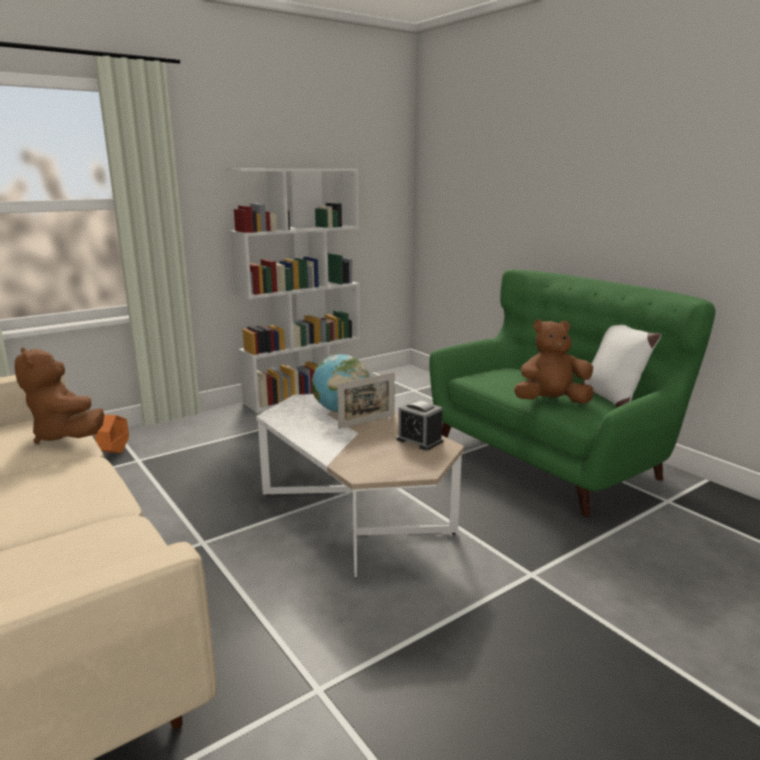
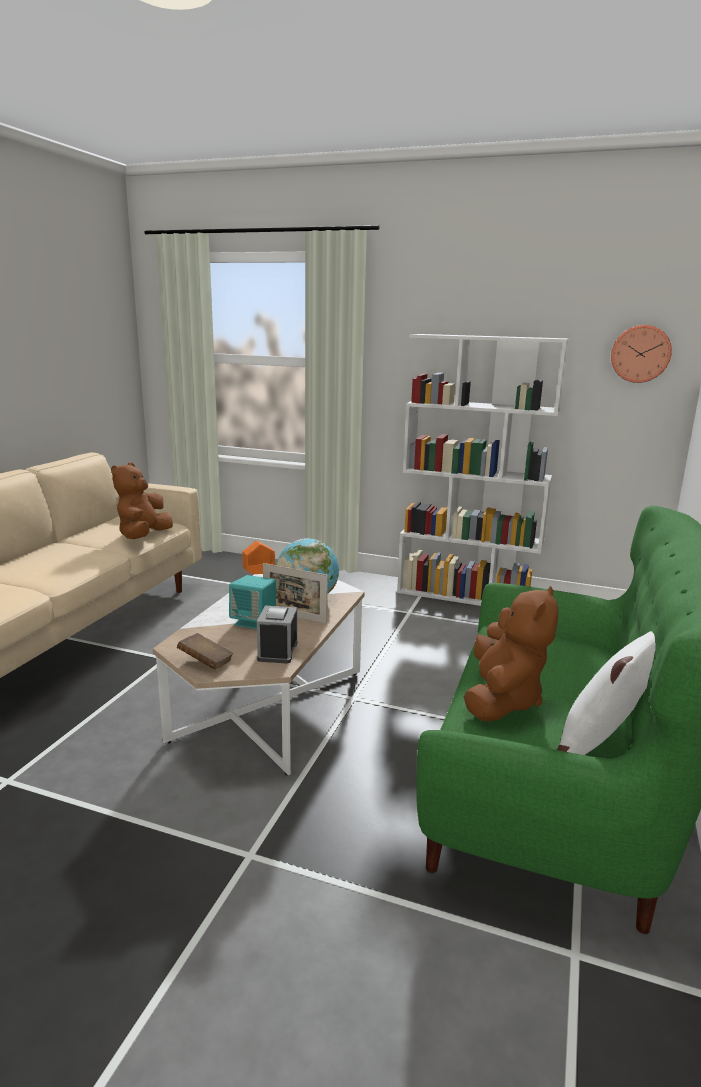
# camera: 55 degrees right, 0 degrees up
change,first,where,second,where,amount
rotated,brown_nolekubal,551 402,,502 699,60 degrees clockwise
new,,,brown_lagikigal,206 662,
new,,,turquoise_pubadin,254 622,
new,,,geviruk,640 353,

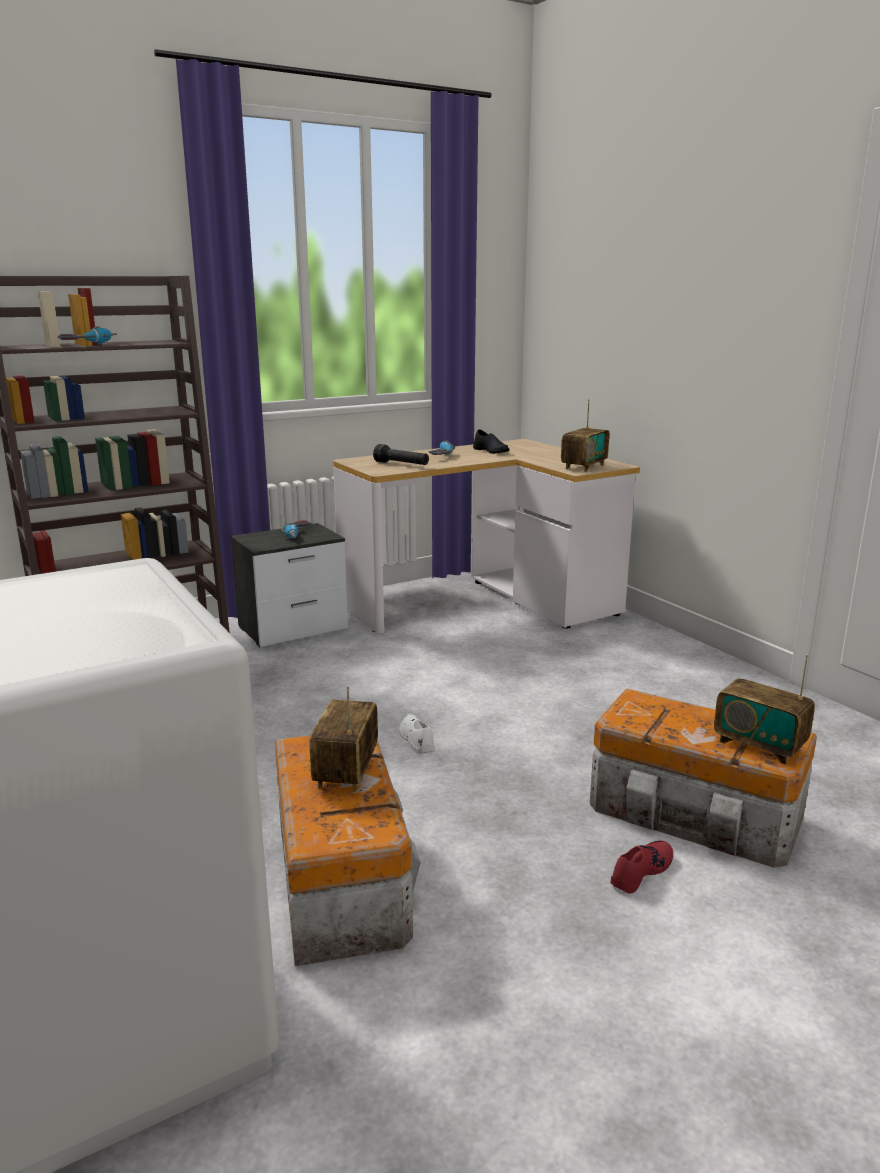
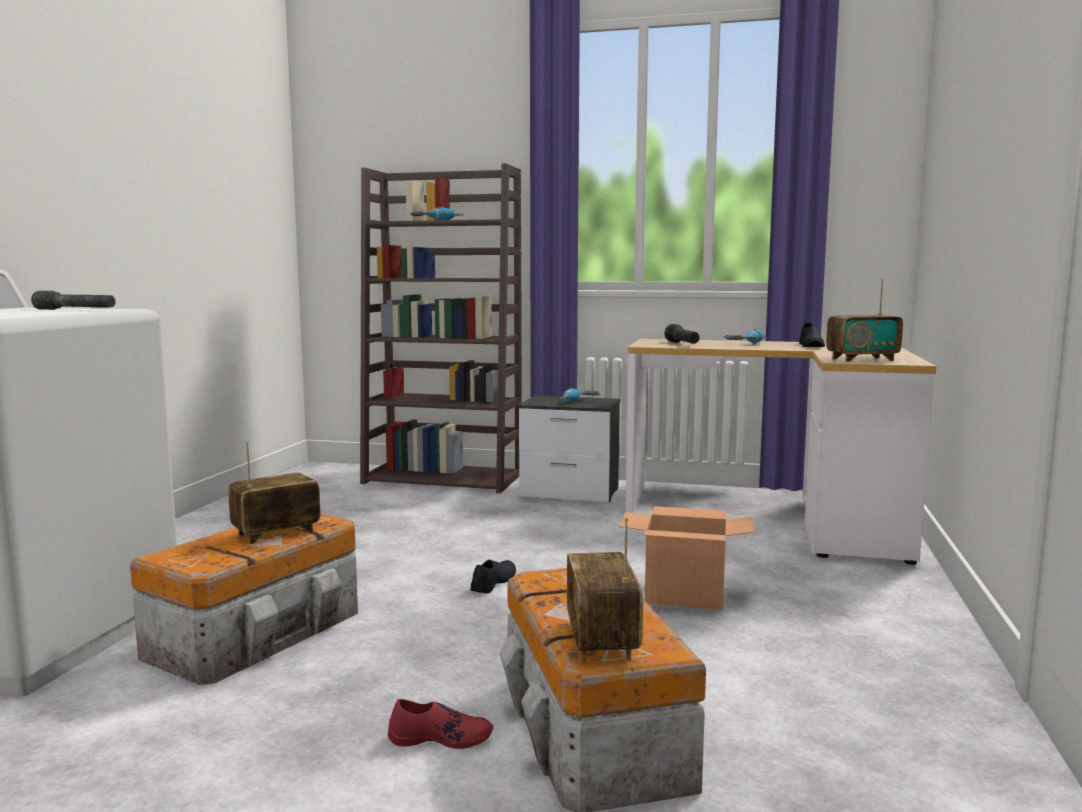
# camera: 45 degrees right, 10 degrees down
change,first,where,second,where,amount
repainted,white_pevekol,416 739,black_pevekol,493 582,
new,,,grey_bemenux,75 310,
new,,,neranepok,683 596,

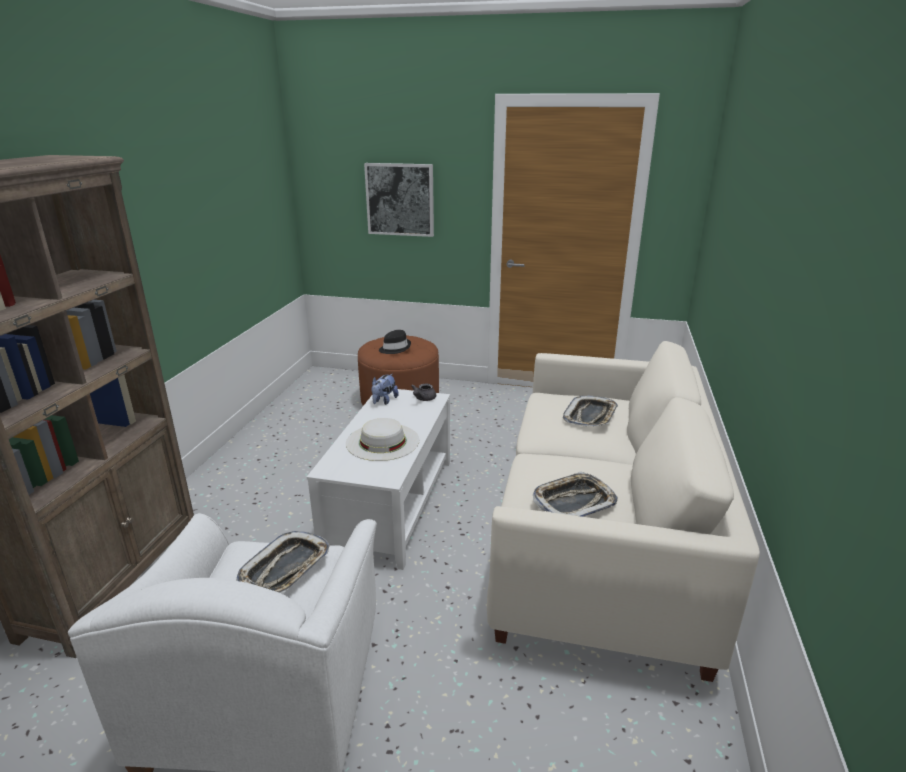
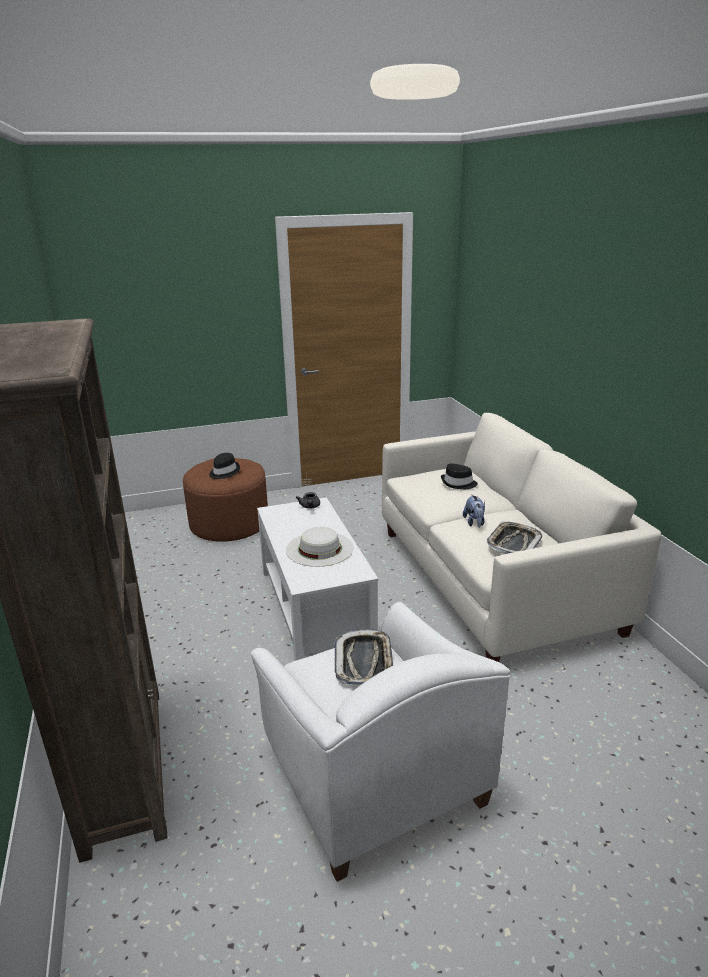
# camera: 30 degrees left, 0 degrees up
change,first,where,second,where,amount
gone,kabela,400 199,,,
shifted,nolekubal,384 401,,474 523,
swapped,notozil,590 416,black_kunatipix,458 483,

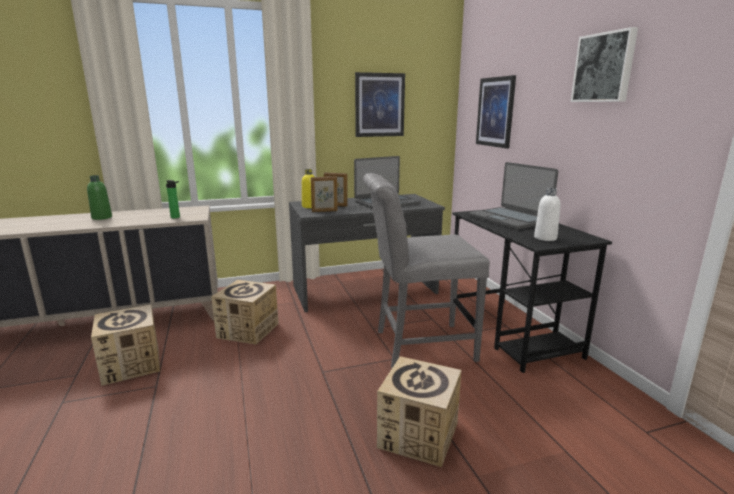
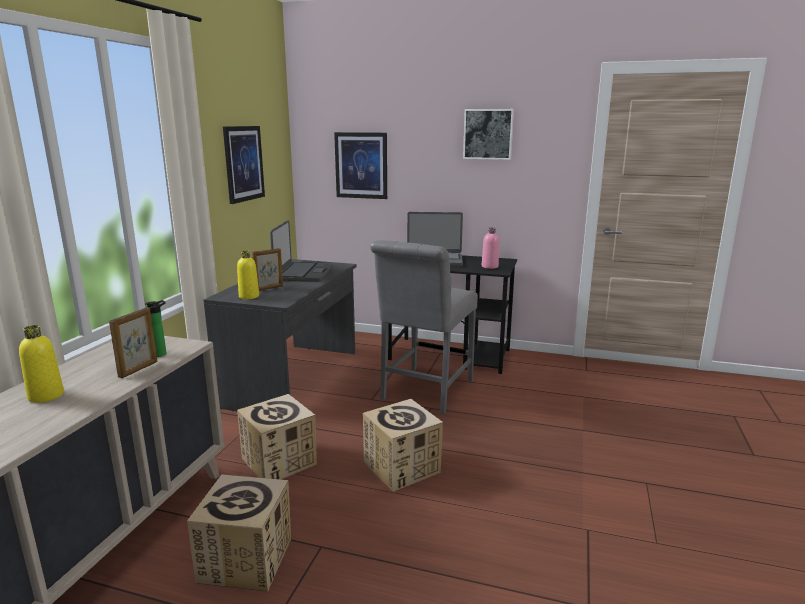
# camera: 55 degrees left, 0 degrees up
change,first,where,second,where,amount
repainted,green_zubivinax,102 217,yellow_zubivinax,46 396,
shifted,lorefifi,324 211,,139 369,
shifted,neranepok,418 435,,402 467,
repainted,white_zubivinax,545 238,pink_zubivinax,489 266,

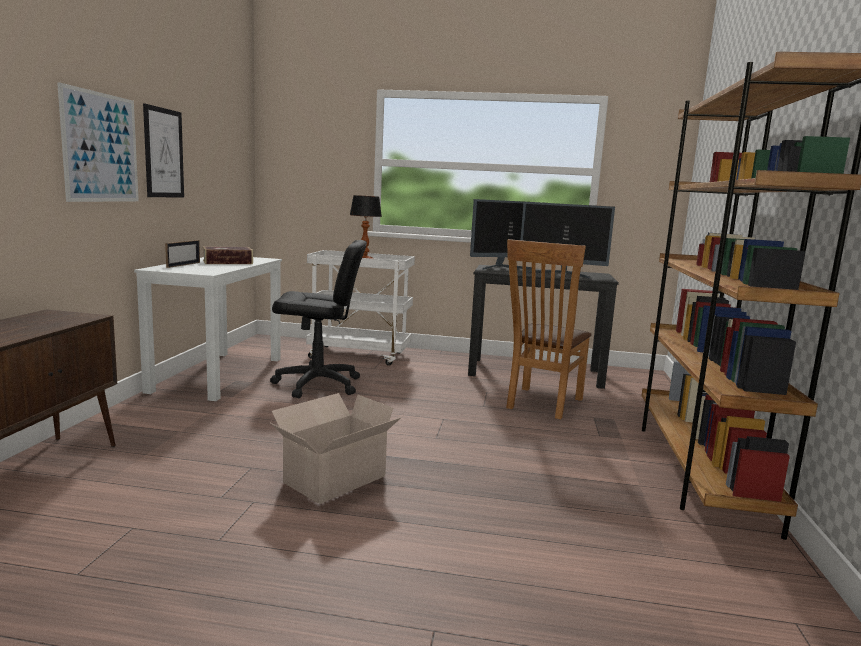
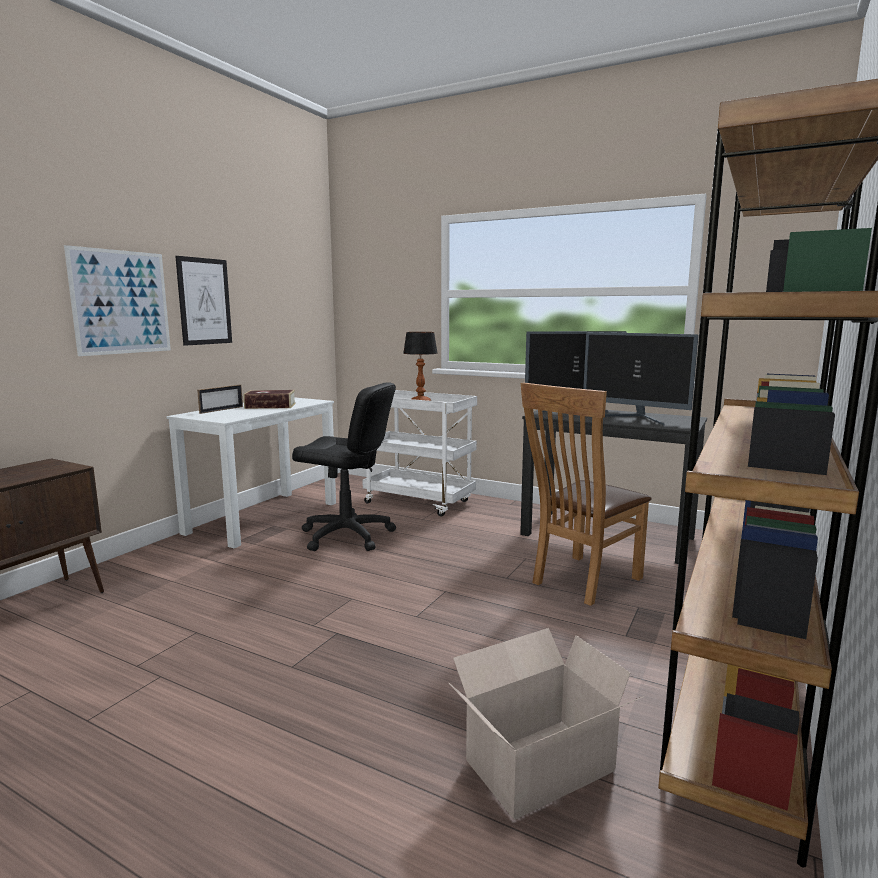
# camera: 20 degrees right, 0 degrees up
change,first,where,second,where,amount
shifted,neranepok,332 480,,535 766,

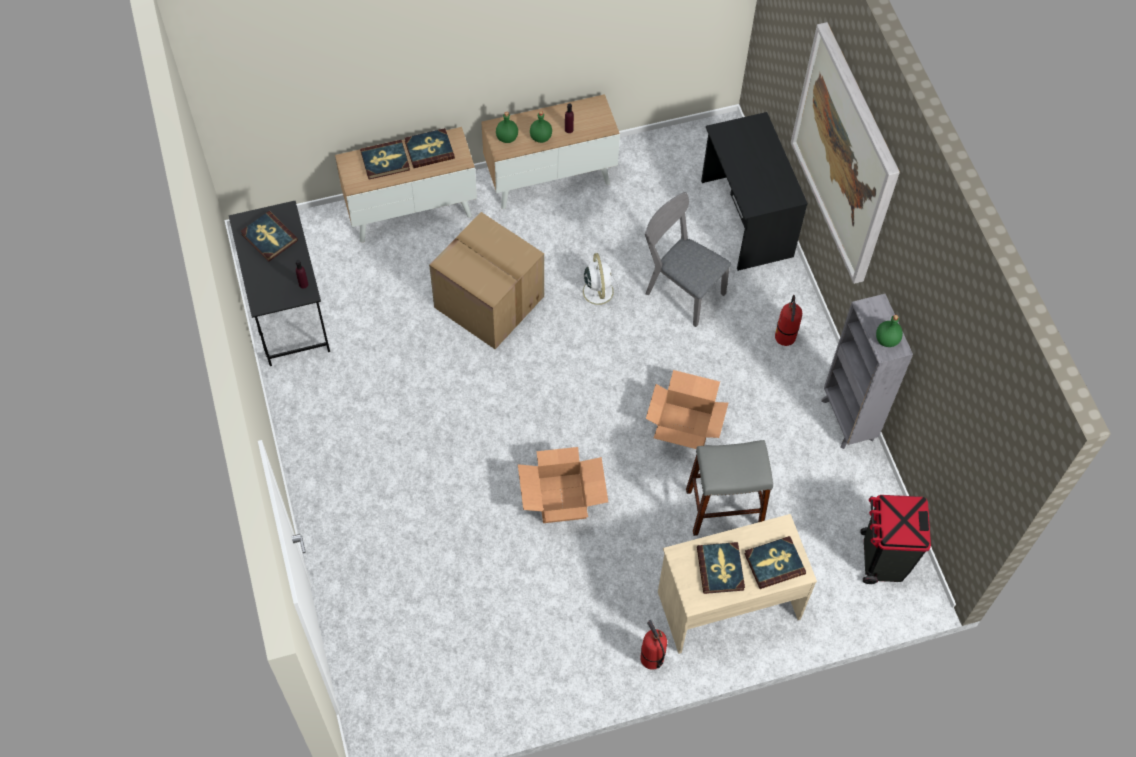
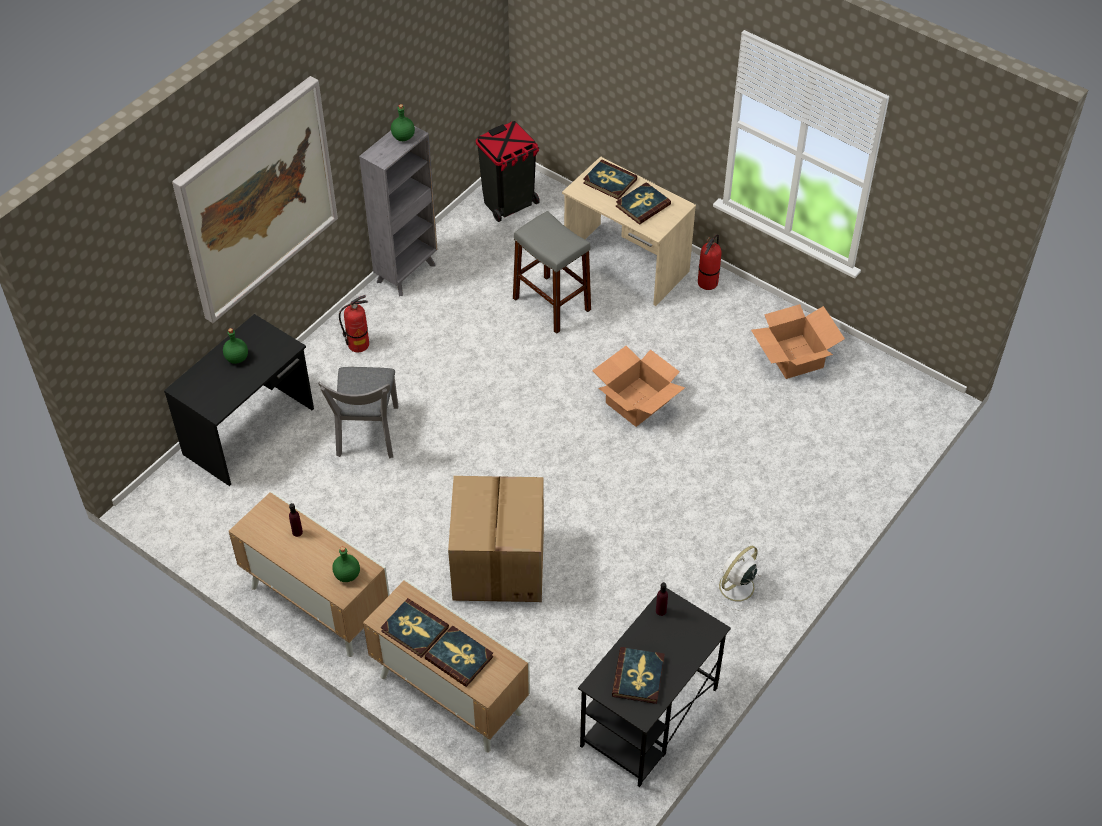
# camera: 125 degrees left, 10 degrees down
change,first,where,second,where,amount
shifted,green_zubivinax,541 137,,236 358,
shifted,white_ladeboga,597 290,,735 587,
shifted,neranepok,684 425,,793 357,

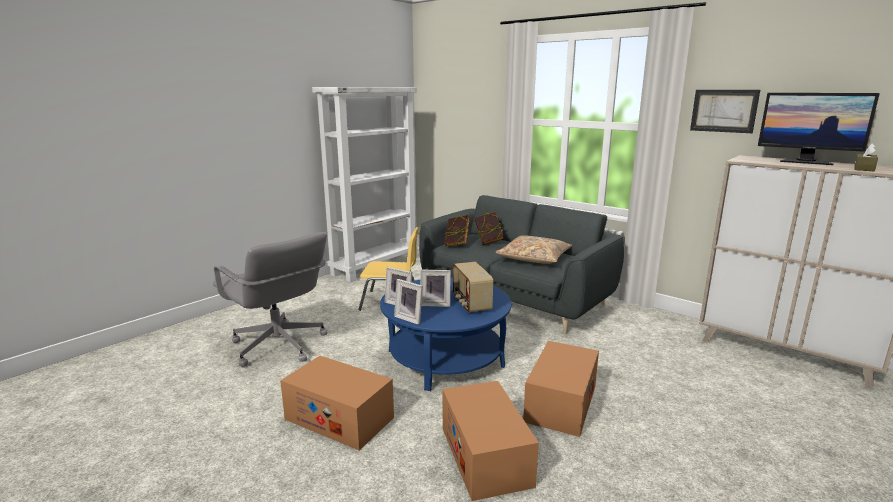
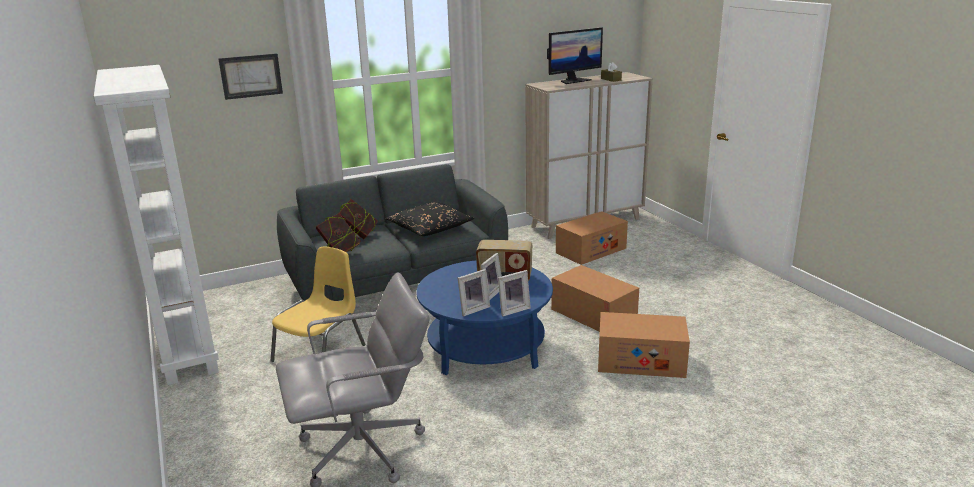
# camera: 65 degrees left, 5 degrees up
change,first,where,second,where,amount
shifted,neranepok,339 418,,591 250,
repainted,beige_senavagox,534 258,black_senavagox,430 228,
shifted,kabela,723 110,,251 76,

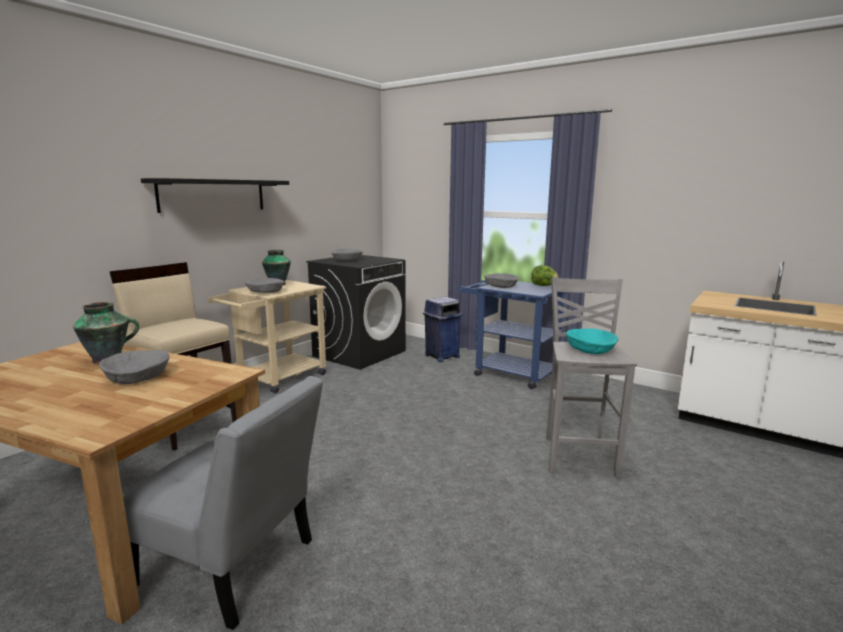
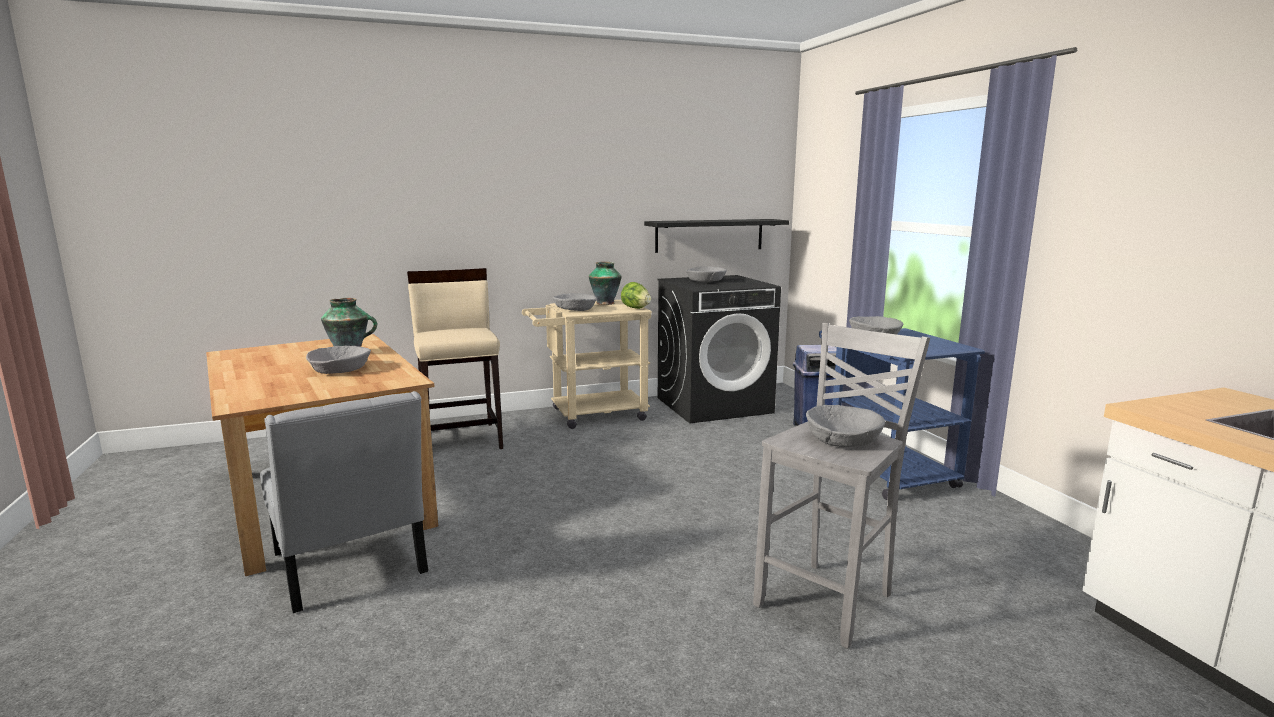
# camera: 35 degrees right, 0 degrees up
change,first,where,second,where,amount
shifted,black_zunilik,213 195,,709 235,
shifted,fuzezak,543 286,,635 308,
repainted,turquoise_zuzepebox,590 349,grey_zuzepebox,843 439,

